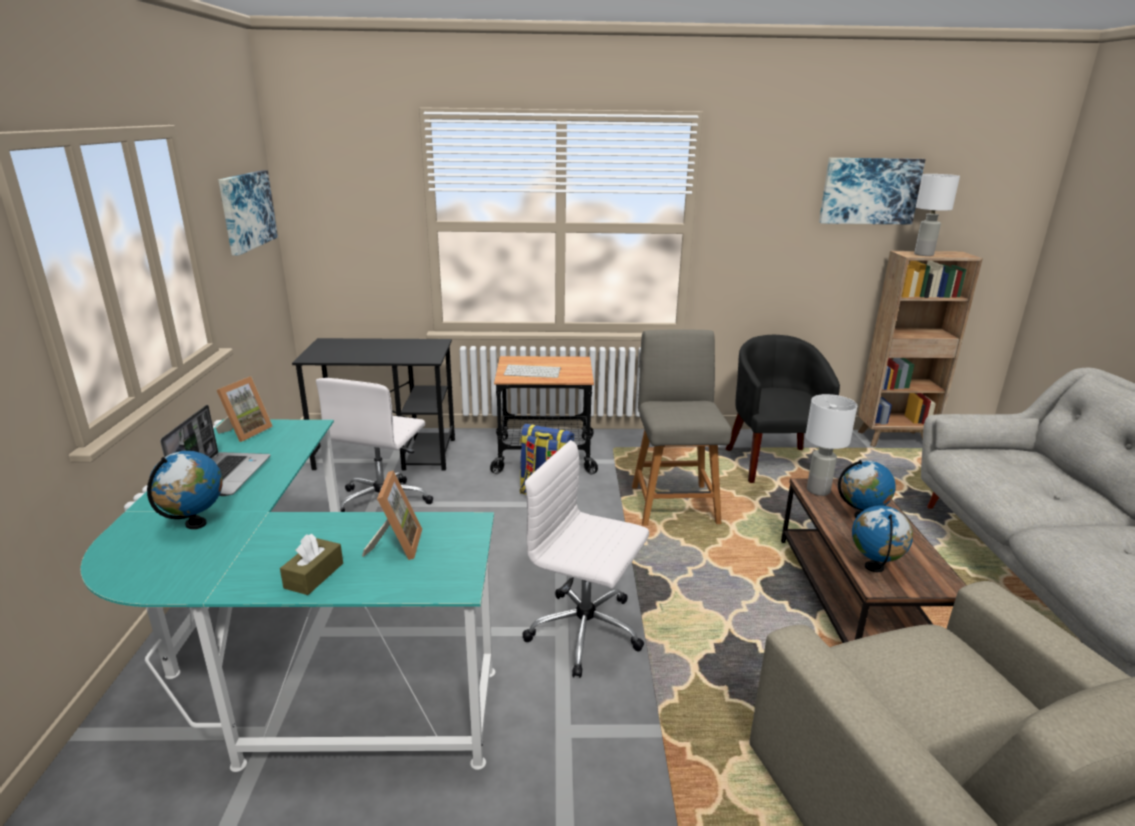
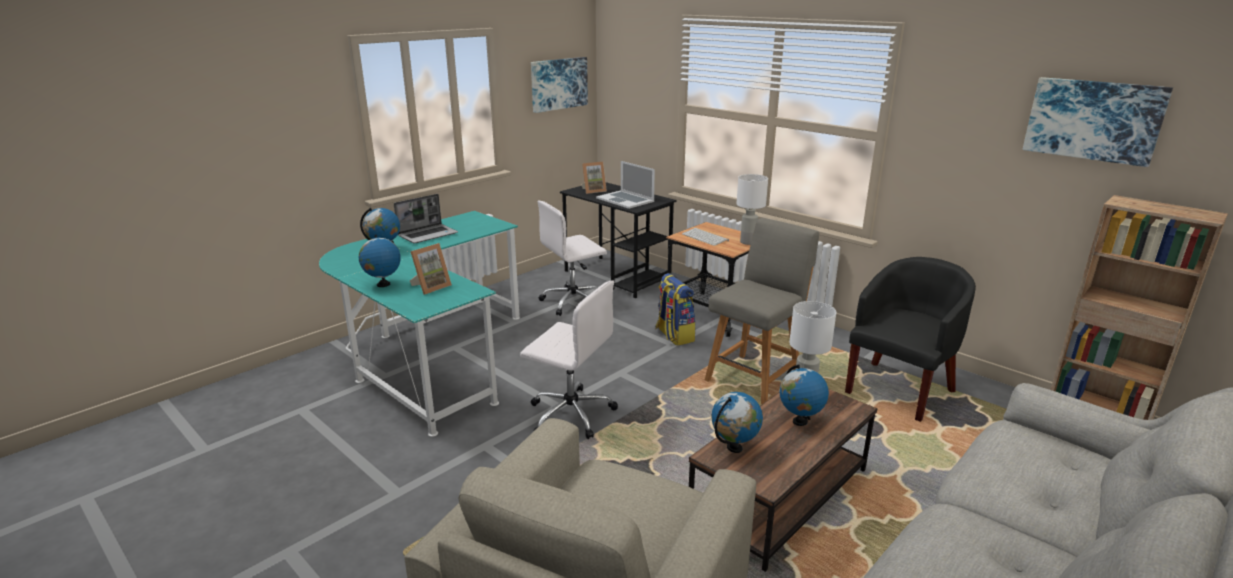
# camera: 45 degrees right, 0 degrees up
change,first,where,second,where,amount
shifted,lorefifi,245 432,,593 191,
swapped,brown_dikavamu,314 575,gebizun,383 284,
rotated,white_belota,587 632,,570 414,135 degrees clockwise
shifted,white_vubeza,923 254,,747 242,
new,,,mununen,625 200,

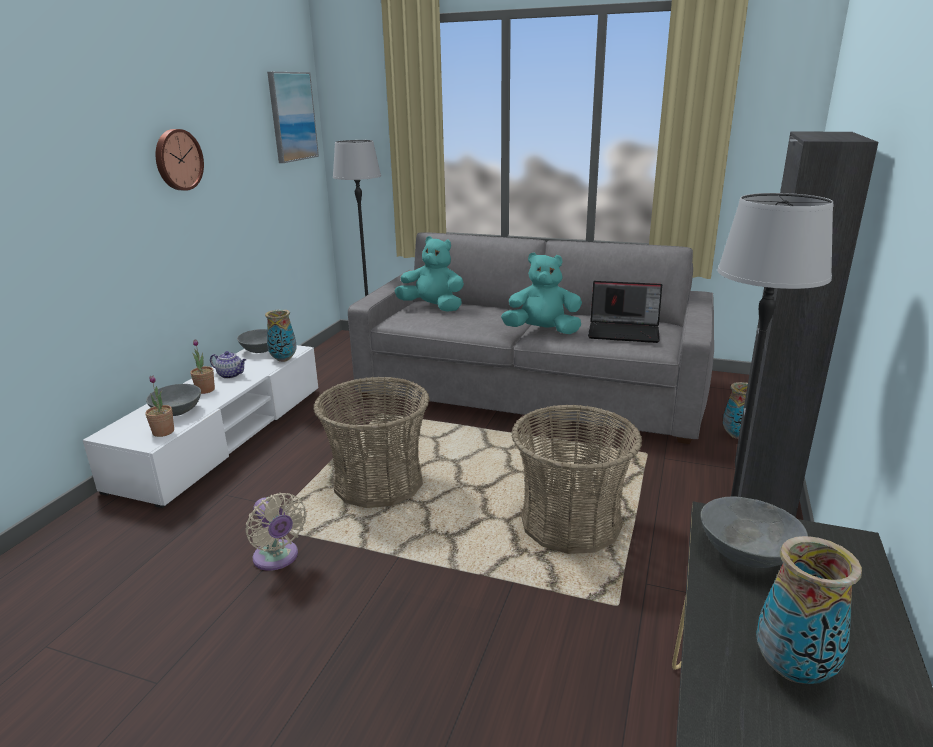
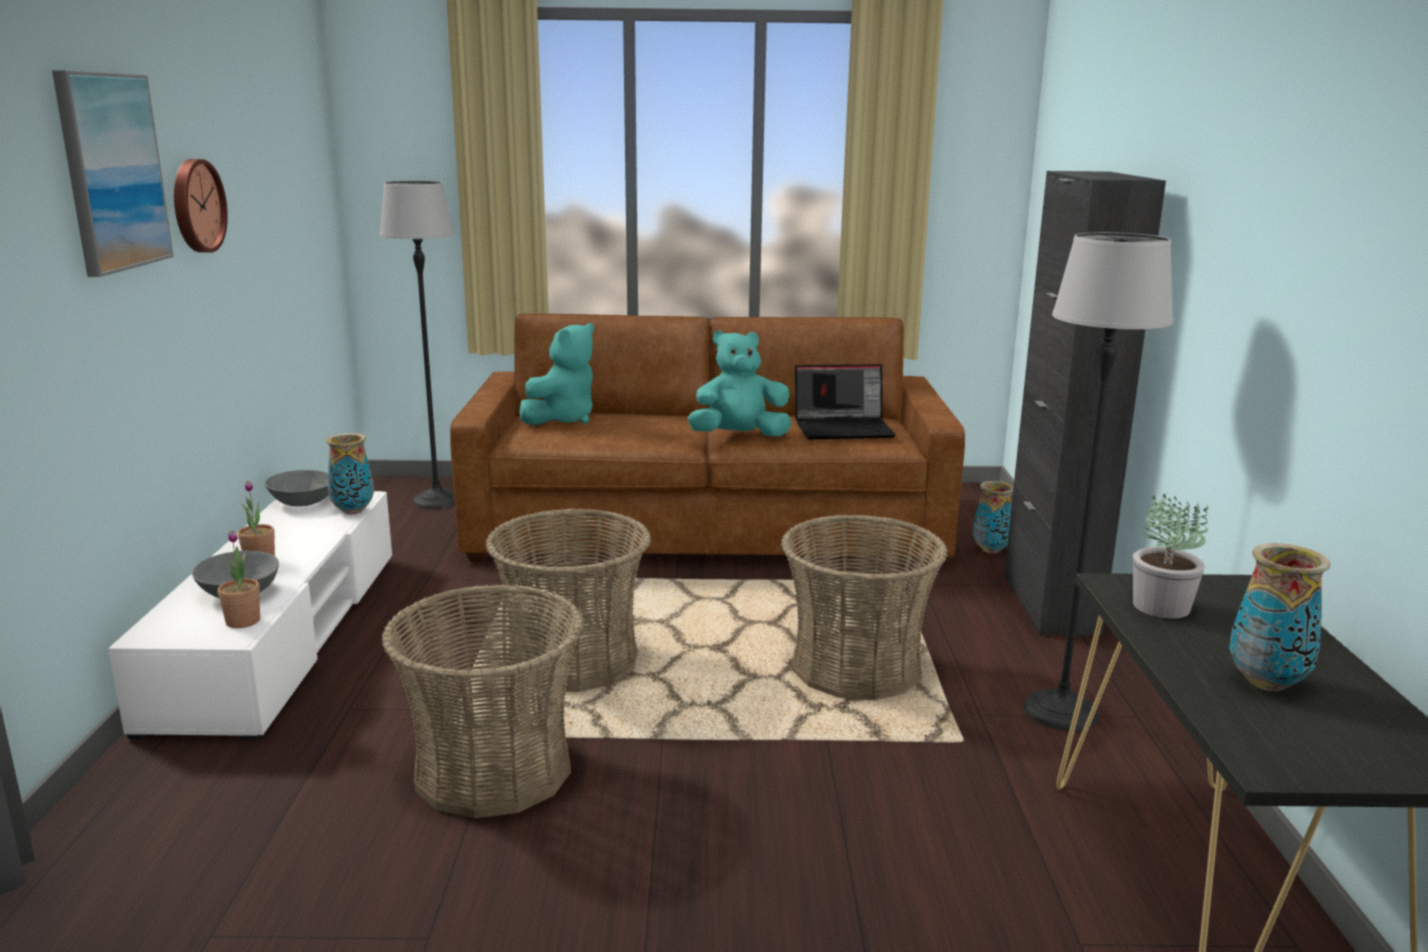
# camera: 20 degrees left, 5 degrees down
change,first,where,second,where,amount
gone,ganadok,231 375,,,
swapped,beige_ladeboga,277 558,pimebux,493 770,
shifted,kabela,292 117,,112 172,
repainted,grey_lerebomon,532 388,brown_lerebomon,707 525,
rotated,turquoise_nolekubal,433 307,,563 419,120 degrees clockwise
swapped,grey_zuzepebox,746 553,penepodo,1161 607,

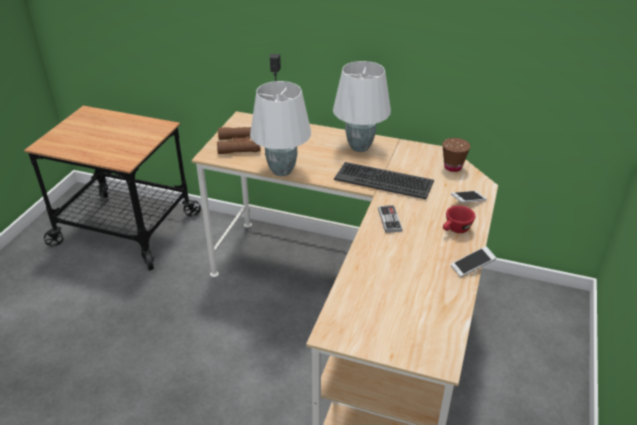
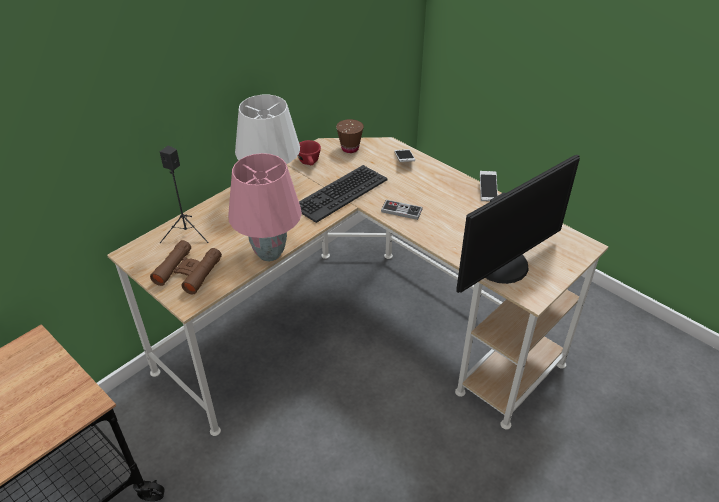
# camera: 65 degrees left, 5 degrees up
change,first,where,second,where,amount
repainted,white_vubeza,282 171,pink_vubeza,270 253,
shifted,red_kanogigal,455 230,,309 162,
new,,,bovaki,503 266,

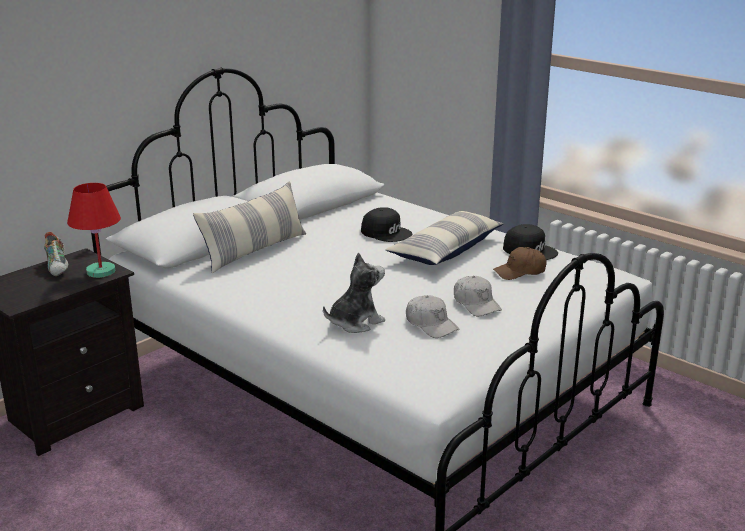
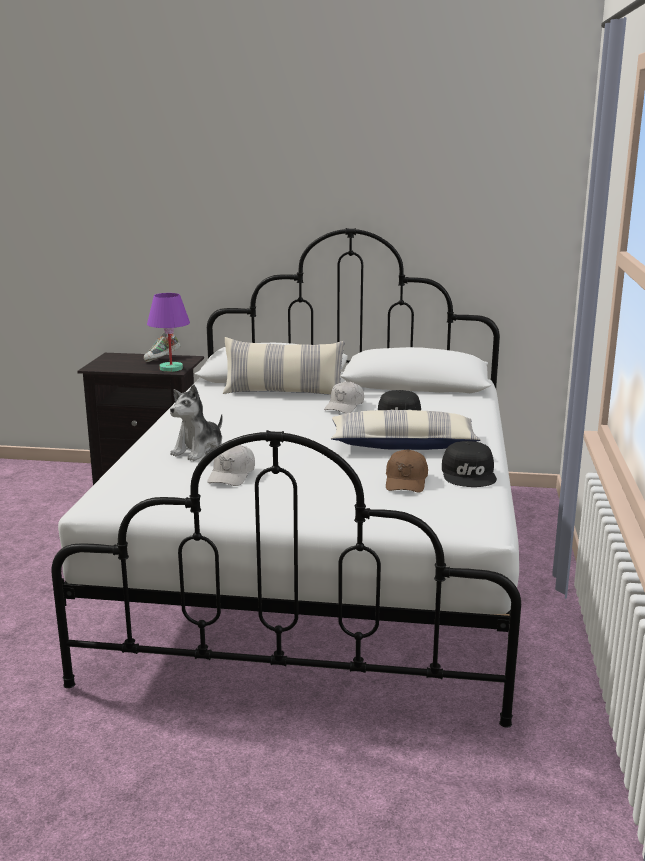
# camera: 55 degrees right, 5 degrees down
change,first,where,second,where,amount
repainted,red_vubeza,100 271,purple_vubeza,170 368,
rotated,nolekubal,355 322,,199 451,105 degrees clockwise
shifted,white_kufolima,476 304,,344 406,
rotated,brown_kufolima,520 272,,406 481,120 degrees counterclockwise

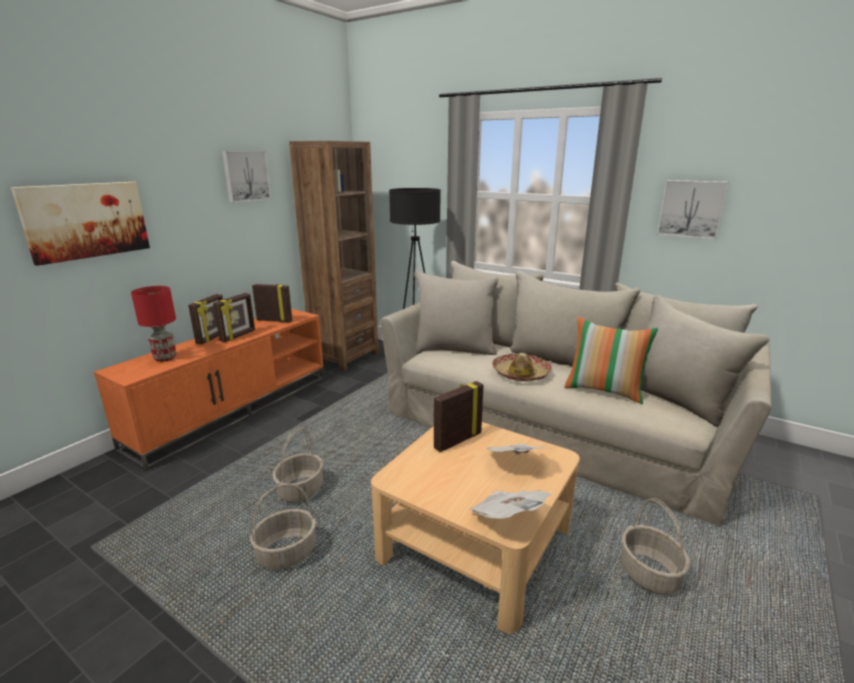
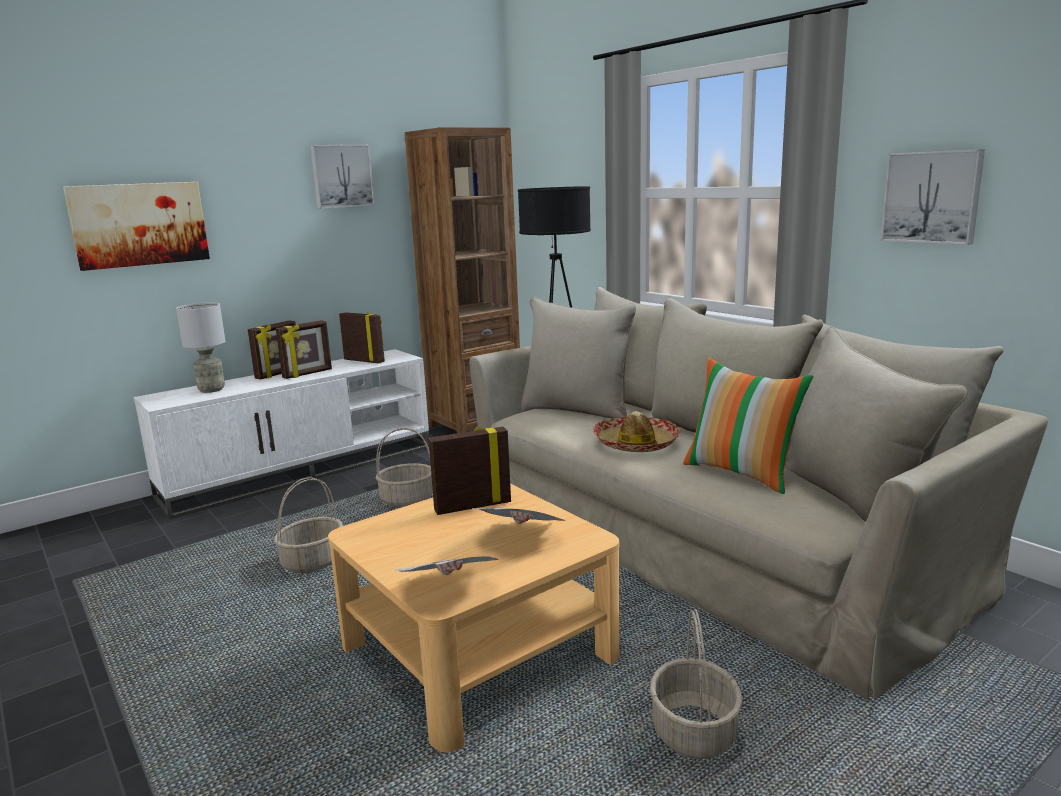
# camera: 20 degrees right, 5 degrees down
change,first,where,second,where,amount
repainted,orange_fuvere,235 409,white_fuvere,302 470,
repainted,red_vubeza,165 358,grey_vubeza,211 390,
shifted,pimebux,286 553,,407 499,

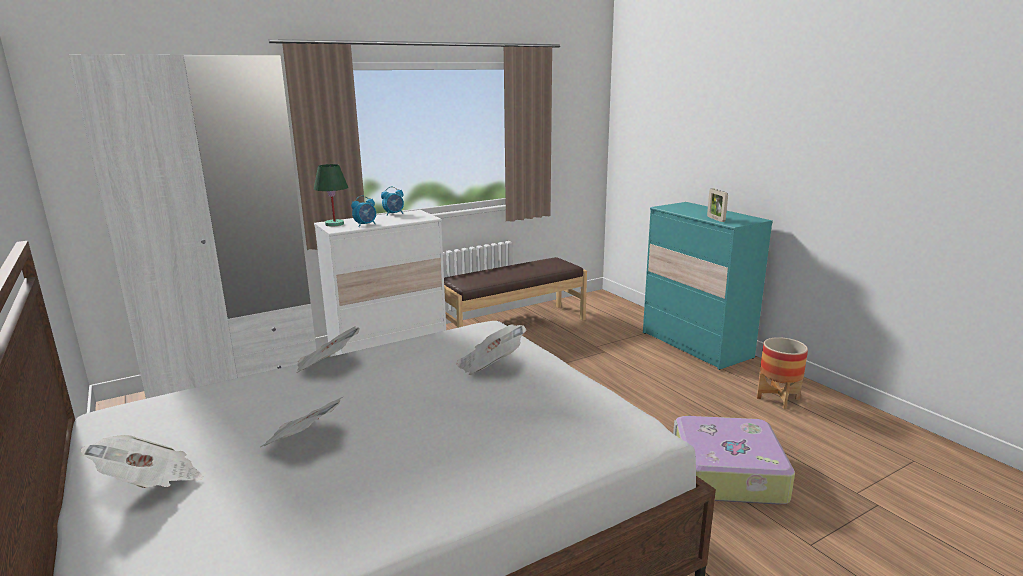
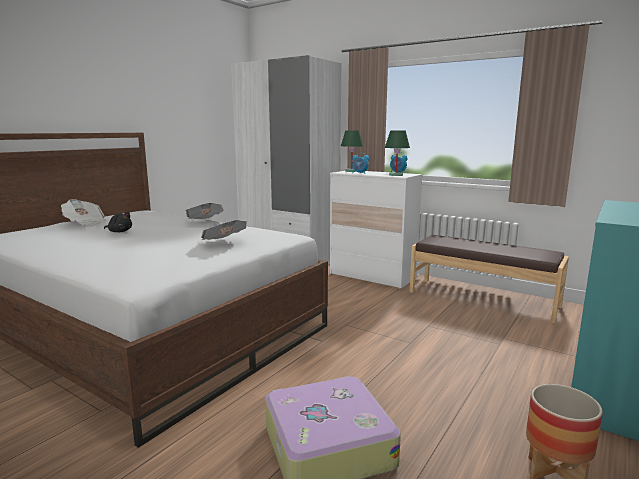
# camera: 65 degrees right, 5 degrees down
change,first,where,second,where,amount
swapped,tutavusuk,304 441,black_nolekubal,119 231,
gone,lorefifi,715 219,,,
new,,,green_vubeza,396 175,

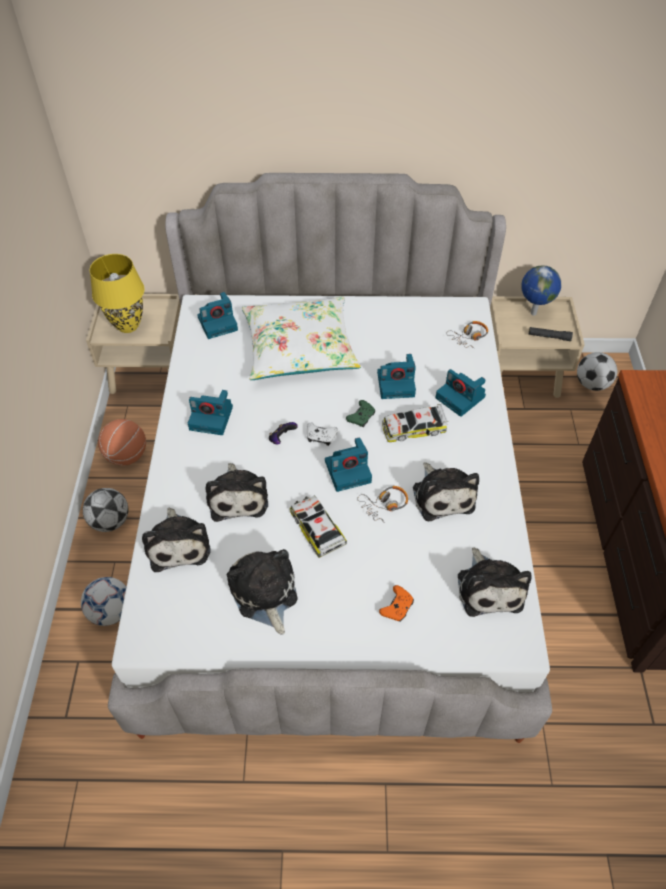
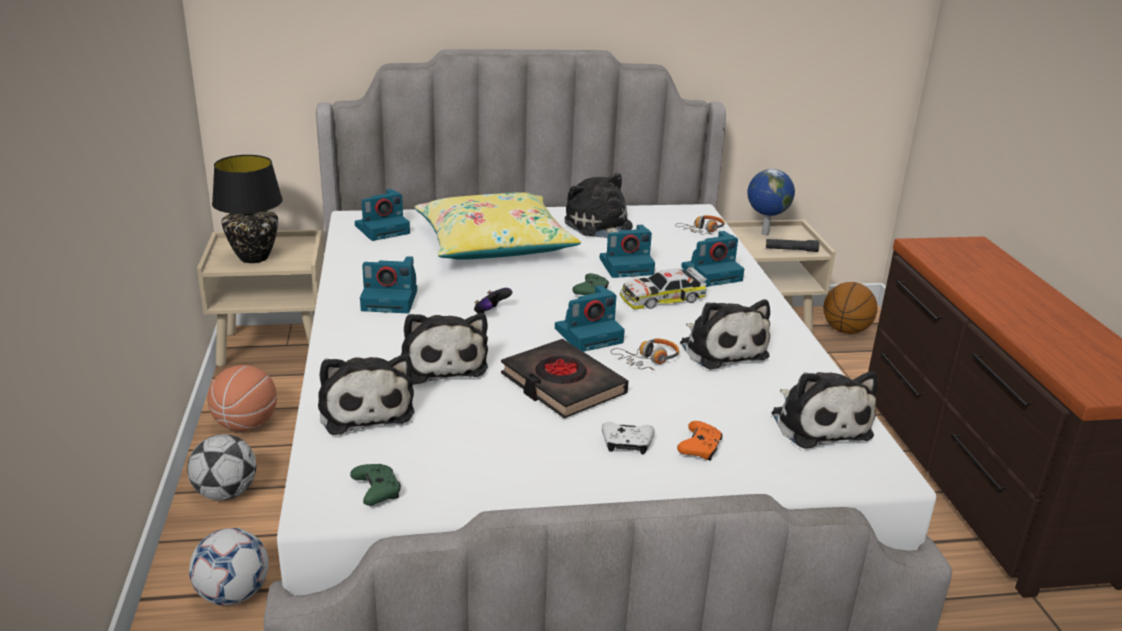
# camera: 10 degrees left, 25 degrees down
change,first,where,second,where,amount
repainted,yellow_vubeza,128 326,black_vubeza,254 258,
shifted,nolekubal,264 594,,599 227,
repainted,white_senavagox,299 348,yellow_senavagox,494 244,
swapped,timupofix,317 529,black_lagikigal,562 385,
shifted,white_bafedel,320 437,,627 444,
rotated,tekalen,461 398,,712 273,60 degrees counterclockwise
swapped,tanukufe,591 384,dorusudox,845 330,
new,,,green_bafedel,377 491,

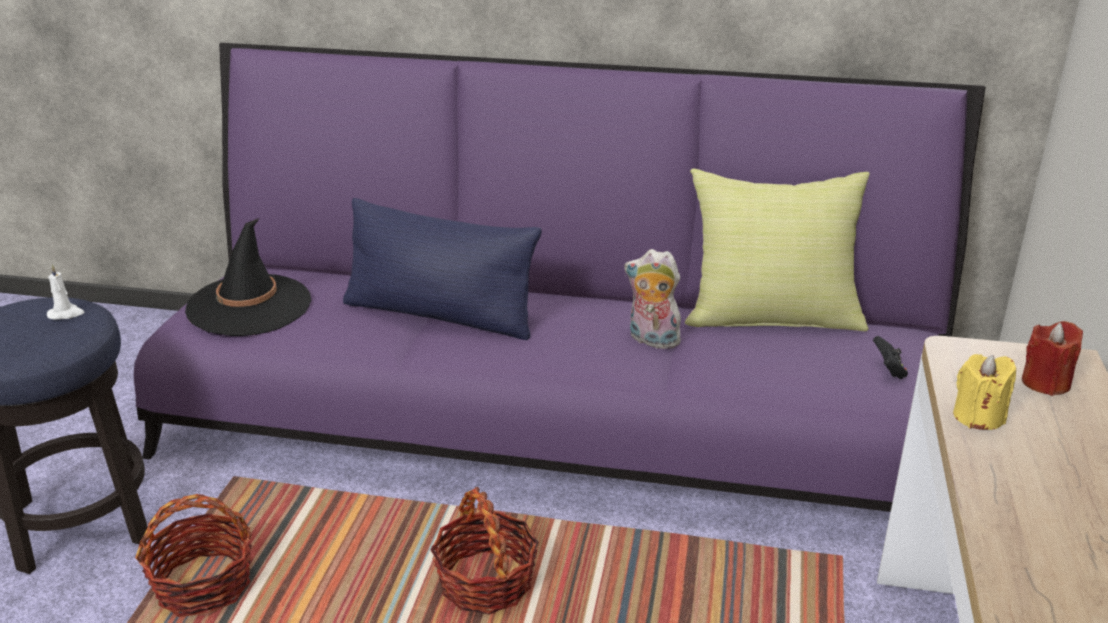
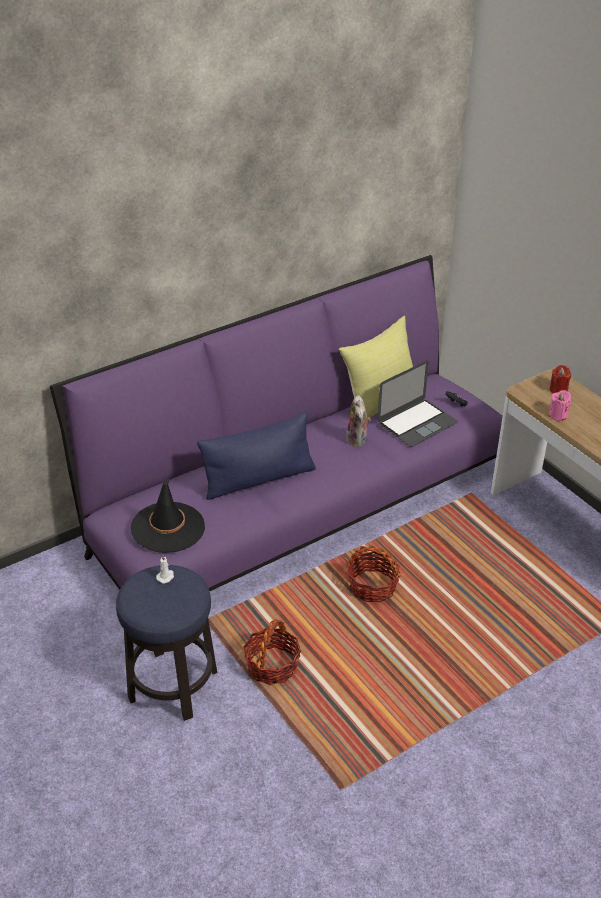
# camera: 45 degrees left, 10 degrees up
change,first,where,second,where,amount
rotated,nolekubal,651 341,,358 440,75 degrees counterclockwise
repainted,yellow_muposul,978 417,pink_muposul,558 415,
new,,,mununen,417 423,

